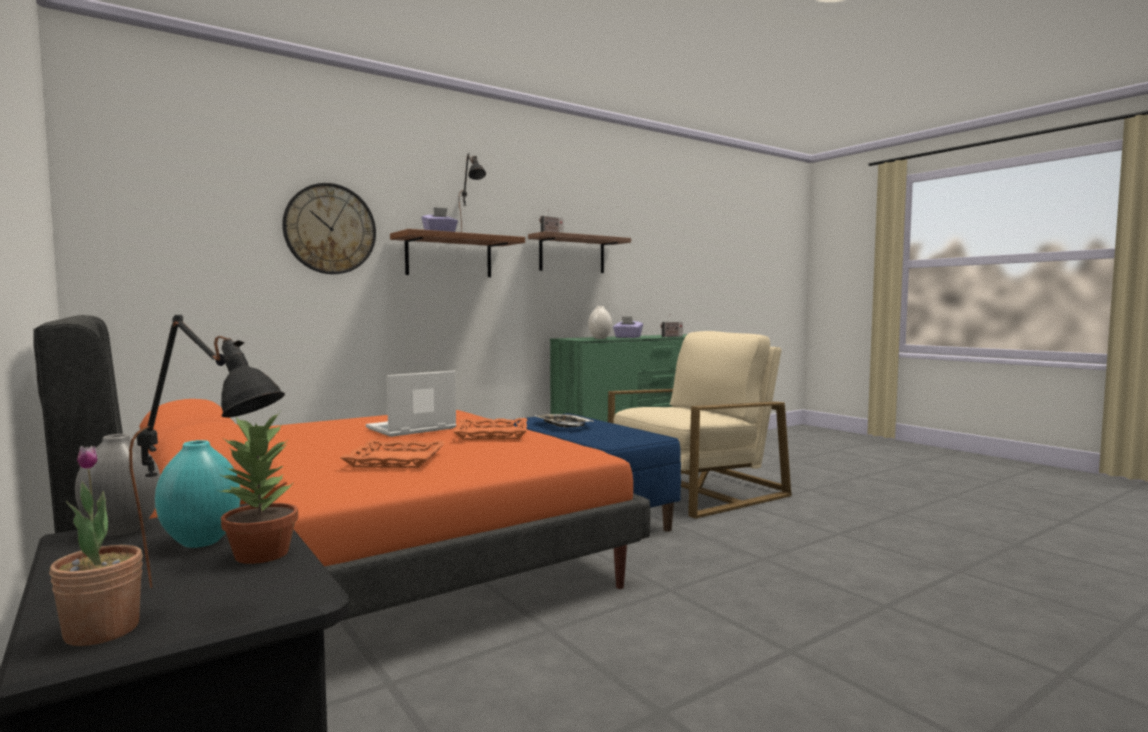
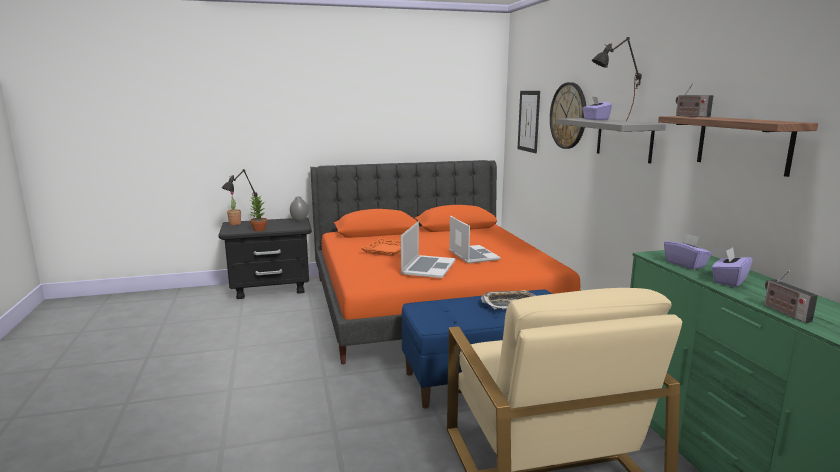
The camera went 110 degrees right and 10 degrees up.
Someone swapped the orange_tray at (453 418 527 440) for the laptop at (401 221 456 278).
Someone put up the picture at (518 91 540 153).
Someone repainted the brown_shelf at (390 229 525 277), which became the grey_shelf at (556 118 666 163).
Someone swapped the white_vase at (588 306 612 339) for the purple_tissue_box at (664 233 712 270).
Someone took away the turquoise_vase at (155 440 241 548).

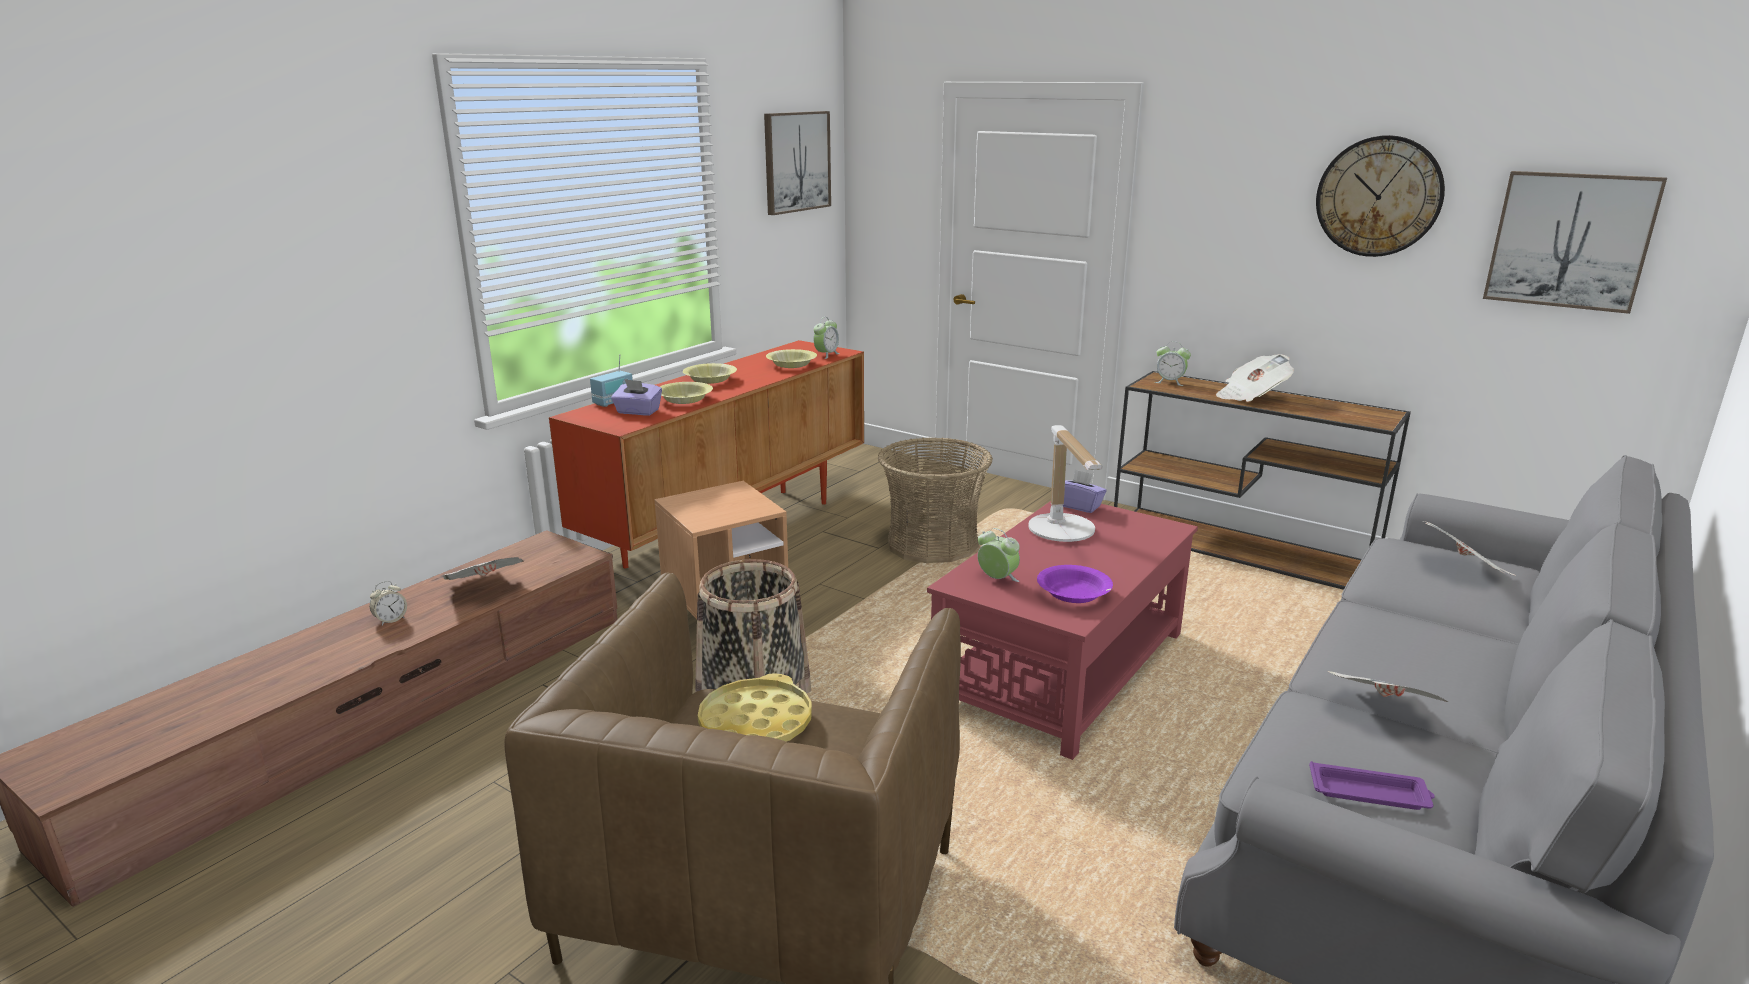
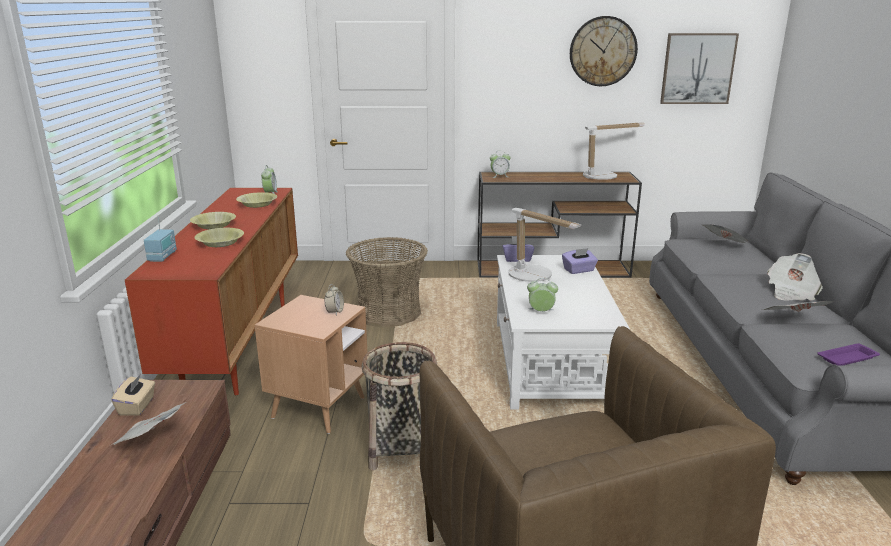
The camera went 35 degrees left and 0 degrees up.
Someone put down the beige_tissue_box at (111 375 155 416).
Someone carried the alarm_clock from (370 581 407 625) to (325 284 344 316).
Someone repainted the red_coffee_table at (927 501 1198 760), which became the white_coffee_table at (497 255 630 409).
Someone carried the purple_tissue_box from (611 379 662 416) to (562 248 598 274).
Someone put down the table_lamp at (583 122 645 180).
Someone carried the newspaper from (1216 354 1294 402) to (767 253 823 301).
Someone took away the yellow_tray at (698 673 812 742).
Someone took away the picture at (764 111 831 215).
Someone took away the purple_bowl at (1037 565 1113 603).

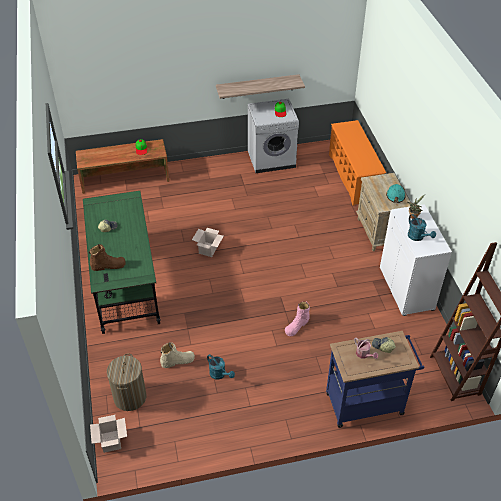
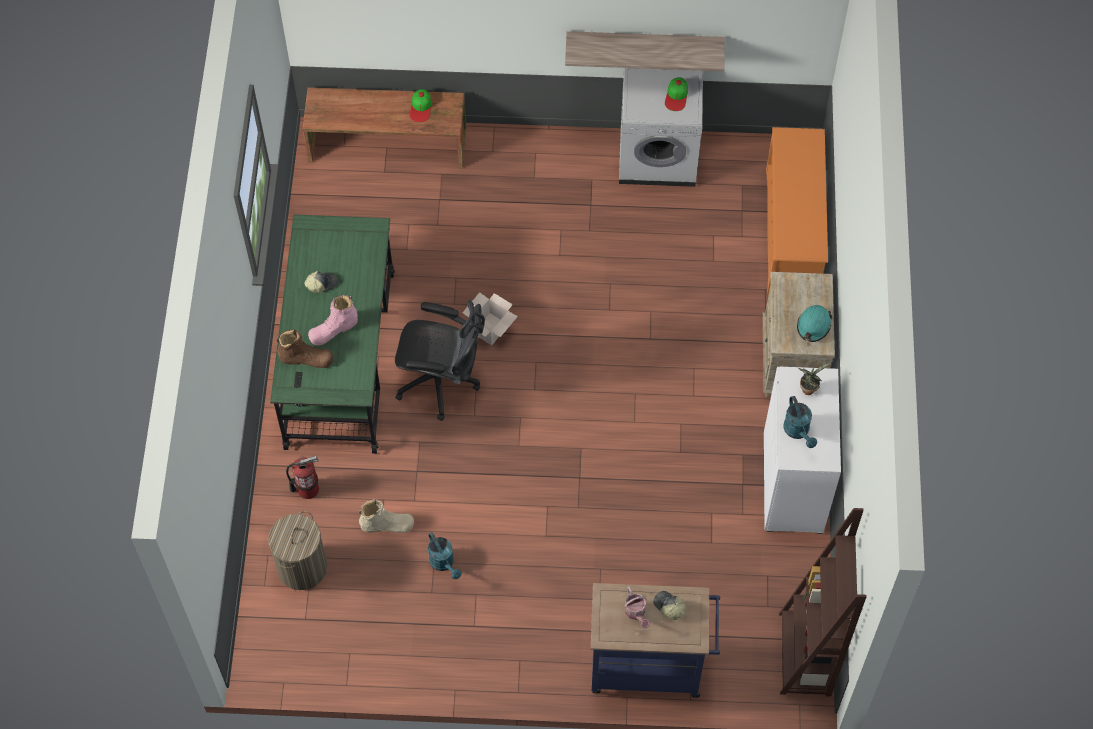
The camera went 15 degrees right and 15 degrees up.
Someone put down the fire_extinguisher at (286 456 319 499).
Someone carried the pink_boot from (285 301 310 336) to (308 295 358 346).
Someone put down the office_chair at (395 300 485 421).
Someone took away the cardboard_box at (90 415 127 453).

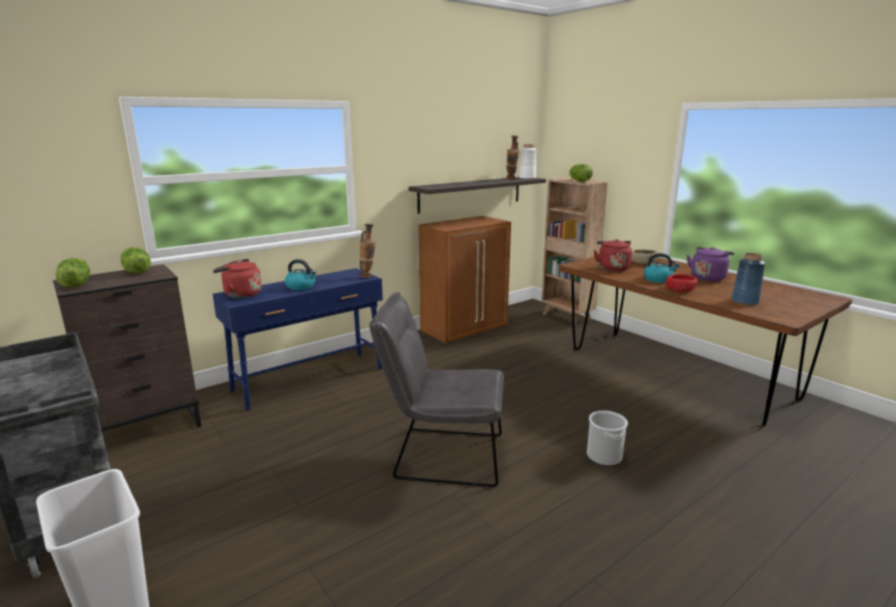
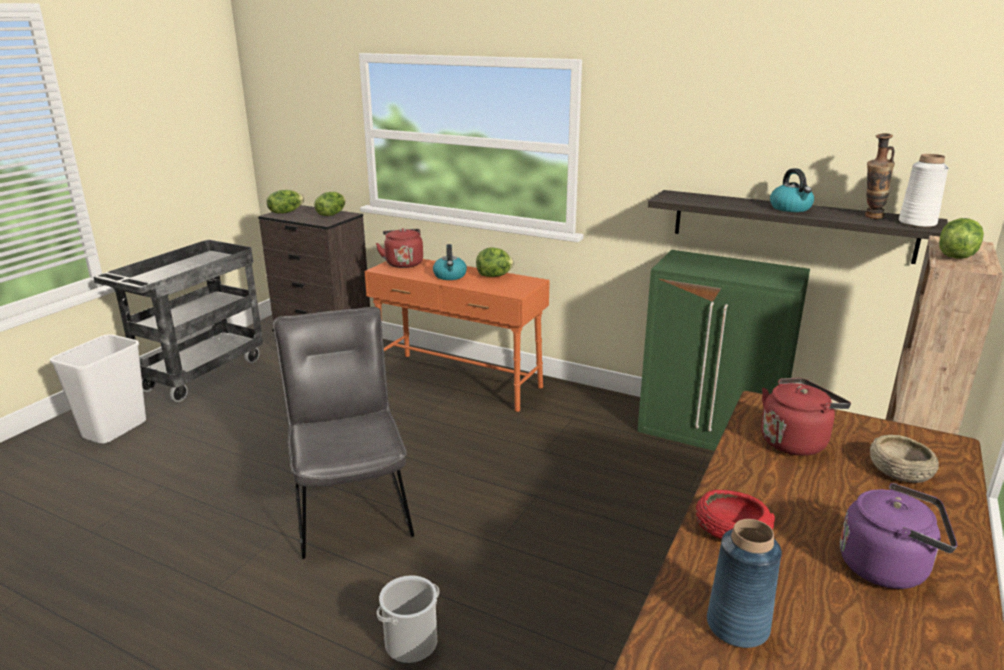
The camera went 65 degrees right and 5 degrees up.
Someone repainted the blue_console_table at (213 268 383 410), which became the orange_console_table at (364 259 550 412).
Someone put down the lettuce at (476 247 514 277).
Someone repainted the brown_cabinet at (418 216 511 343), which became the green_cabinet at (637 250 810 451).
Someone carried the kettle from (644 253 680 283) to (770 168 814 212).
Someone took away the vase at (360 224 376 278).

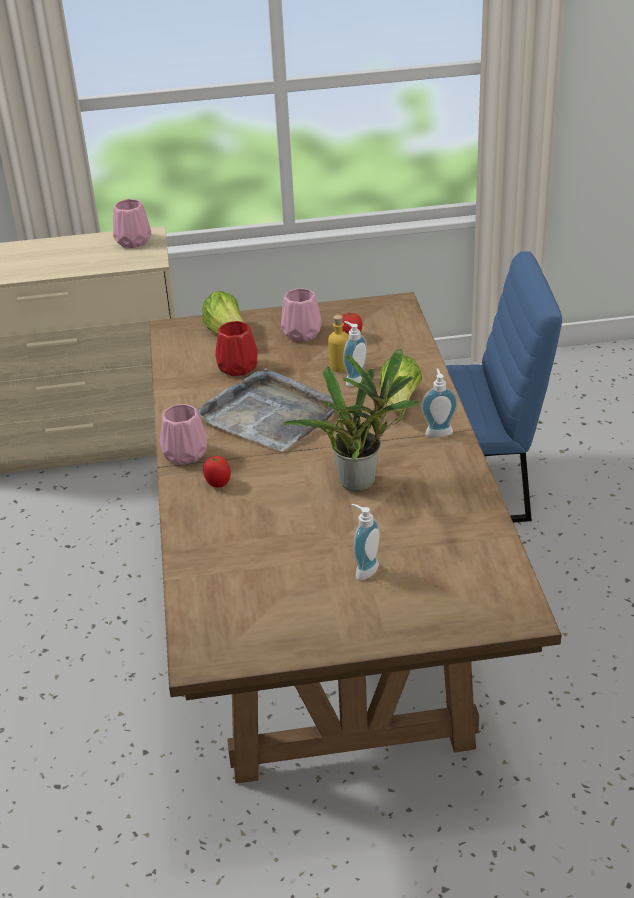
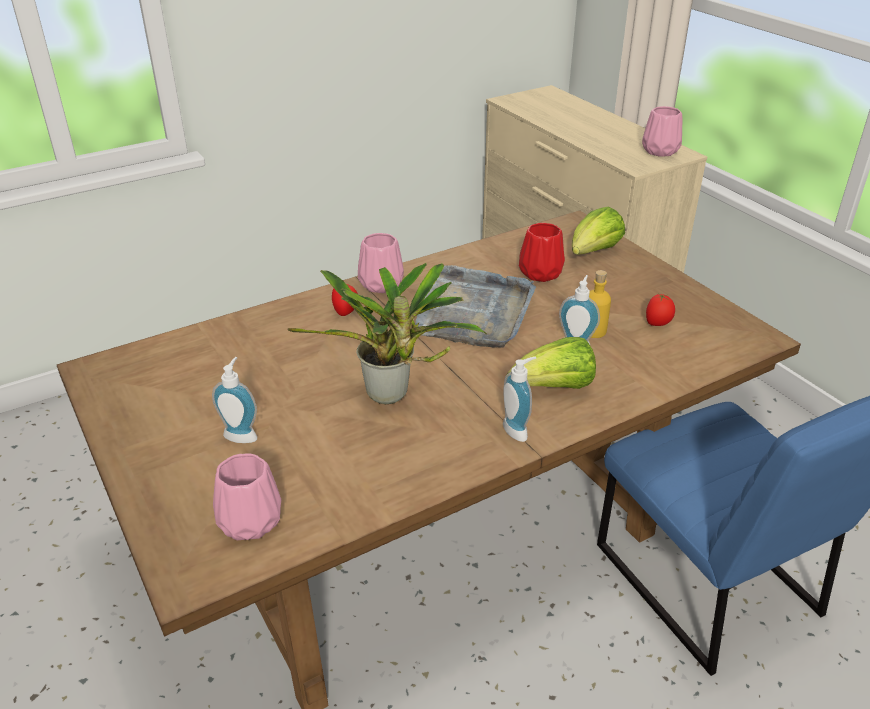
The camera went 65 degrees right and 0 degrees up.
Someone carried the pink_vase from (281 288 322 341) to (213 453 281 540).

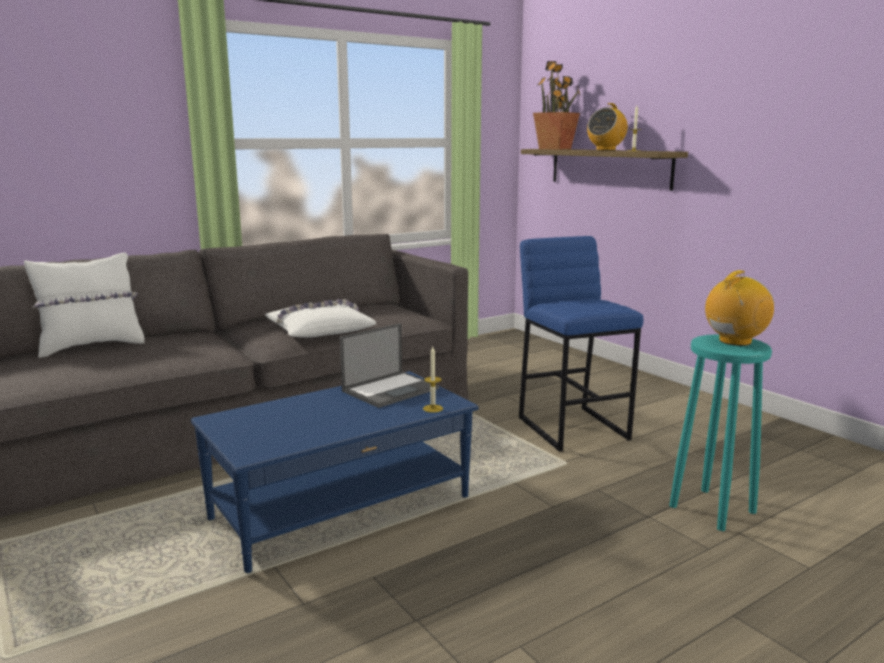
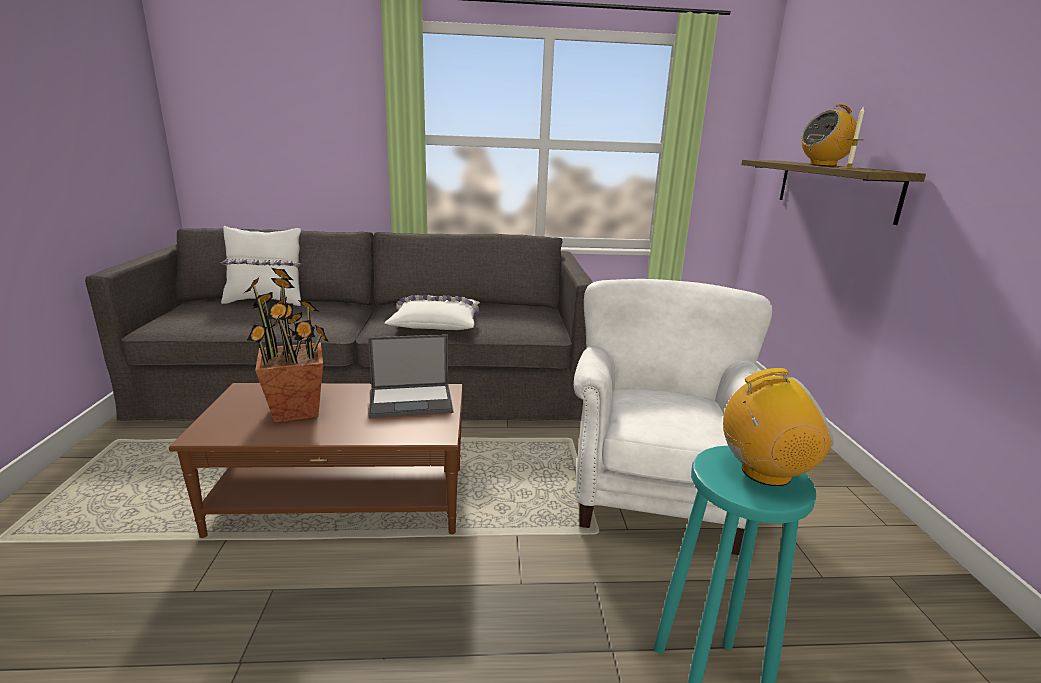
The camera went 30 degrees right and 5 degrees up.
Someone repainted the blue_coffee_table at (191 371 478 573), which became the brown_coffee_table at (169 383 463 538).
Someone carried the potted_plant from (533 61 580 149) to (244 268 329 423).
Someone swapped the blue_stool at (519 236 643 452) for the white_armchair at (574 279 773 555).
Someone took away the candle at (423 347 443 413).

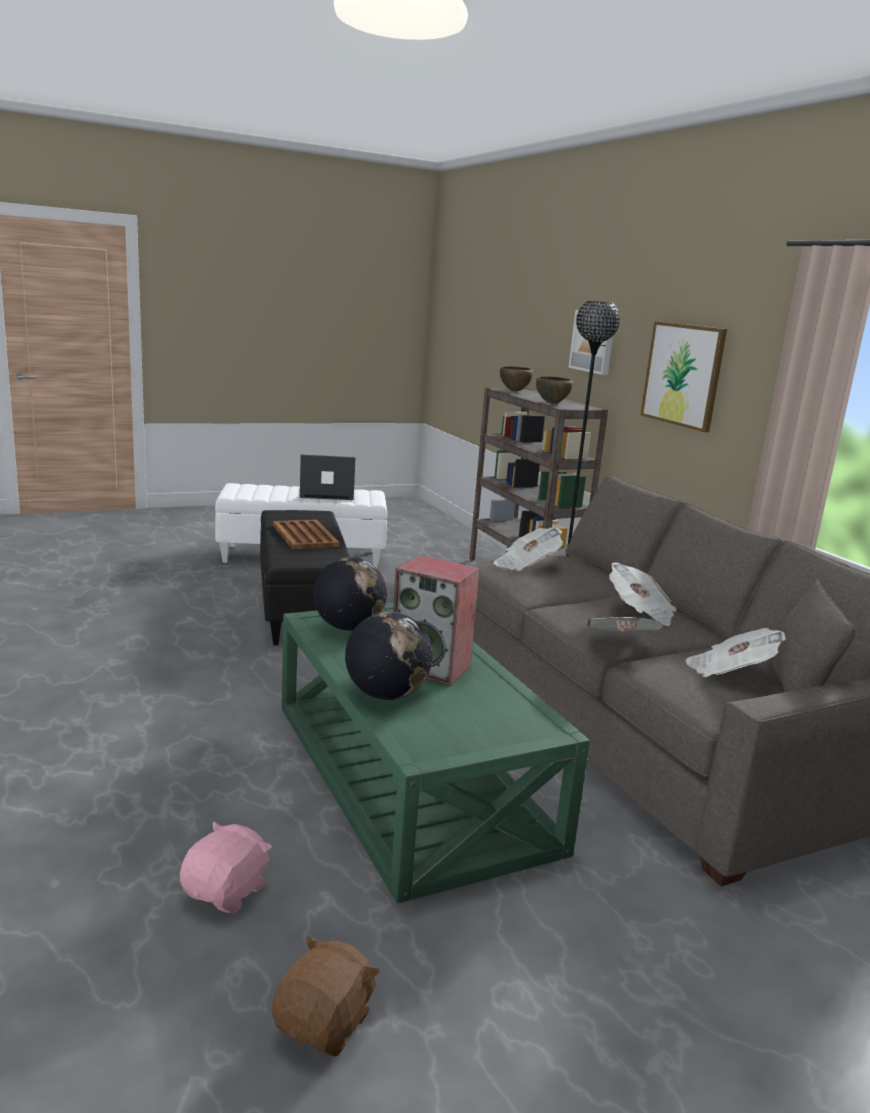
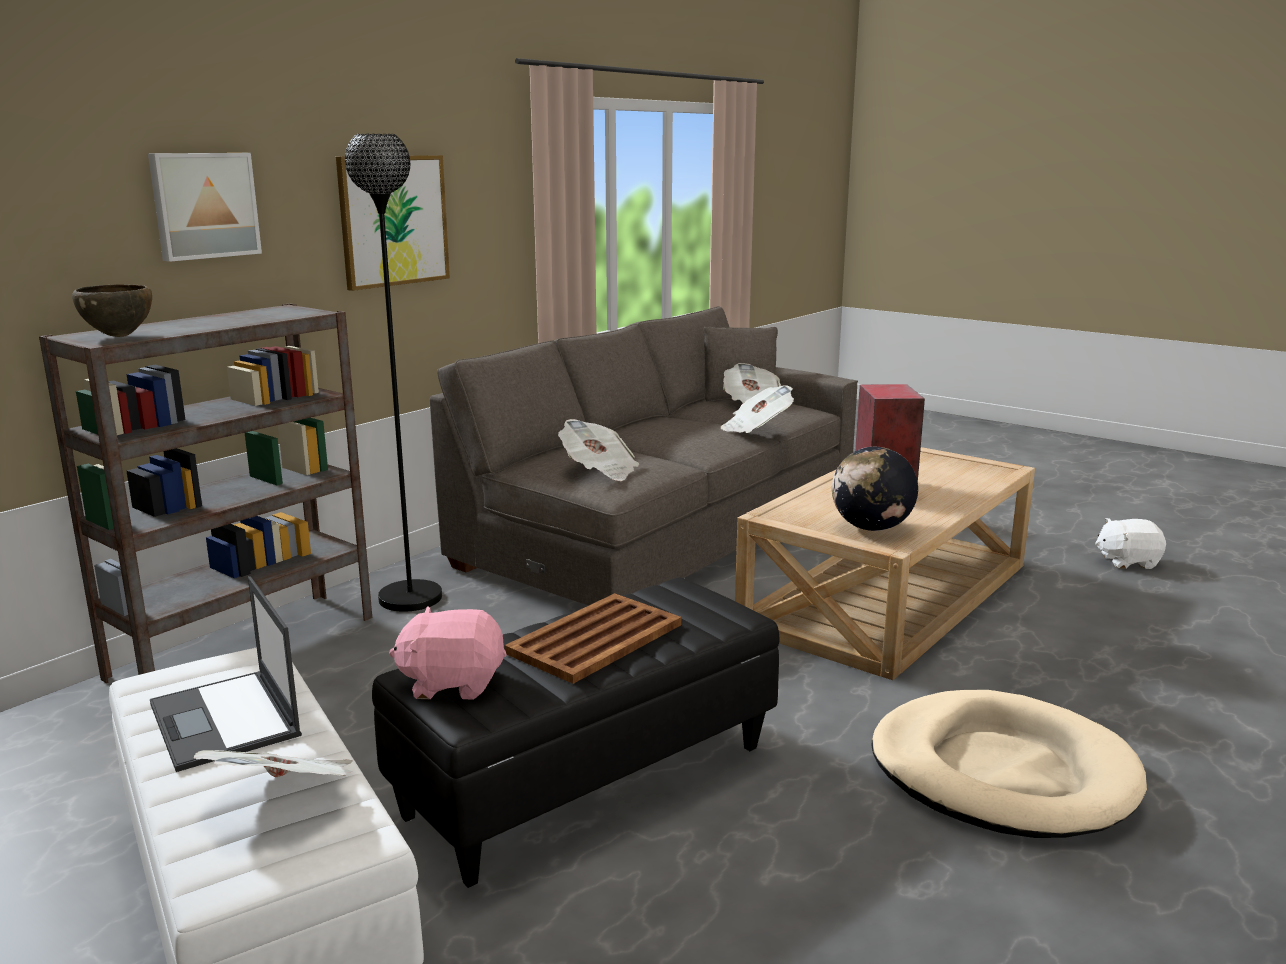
The camera went 115 degrees left and 0 degrees up.
Someone carried the newspaper from (609 562 676 626) to (194 750 352 777).
Someone carried the pink_plush_toy from (180 822 272 914) to (389 606 507 700).
Someone repainted the green_coffee_table at (282 603 590 903), which became the beige_coffee_table at (735 447 1035 680).
Someone put down the beige_dog_bed at (872 690 1147 838).
Someone repainted the brown_plush_toy at (272 936 380 1056), which became the white_plush_toy at (1095 518 1166 569).
Someone took away the globe at (345 612 433 700).
Someone took away the brown_bowl at (536 377 573 404).

